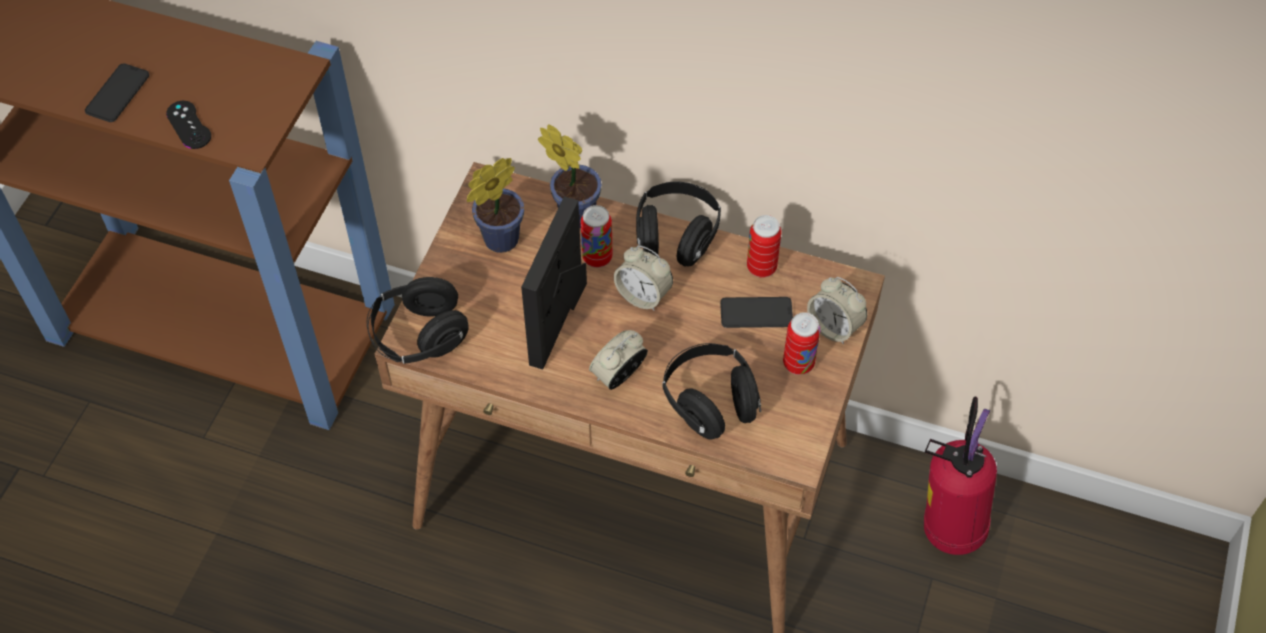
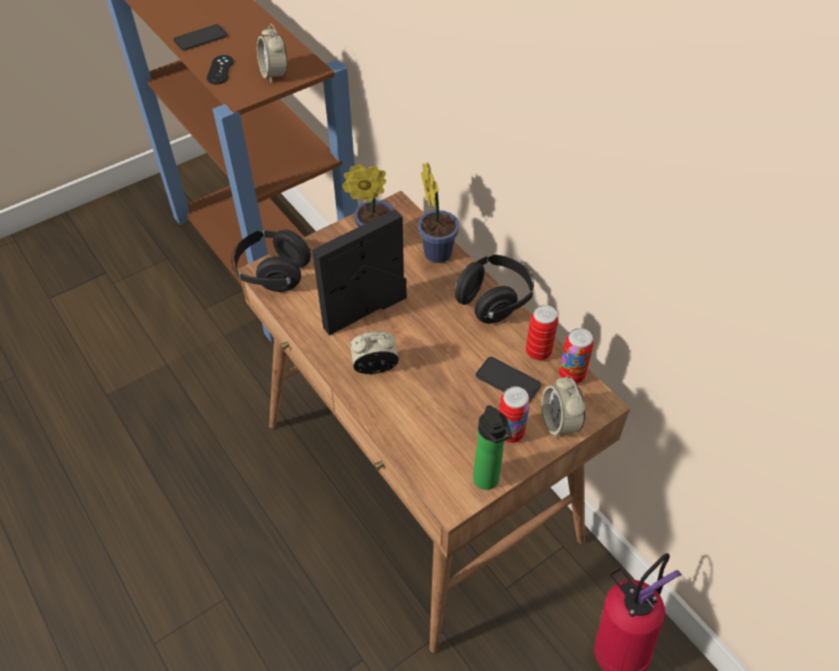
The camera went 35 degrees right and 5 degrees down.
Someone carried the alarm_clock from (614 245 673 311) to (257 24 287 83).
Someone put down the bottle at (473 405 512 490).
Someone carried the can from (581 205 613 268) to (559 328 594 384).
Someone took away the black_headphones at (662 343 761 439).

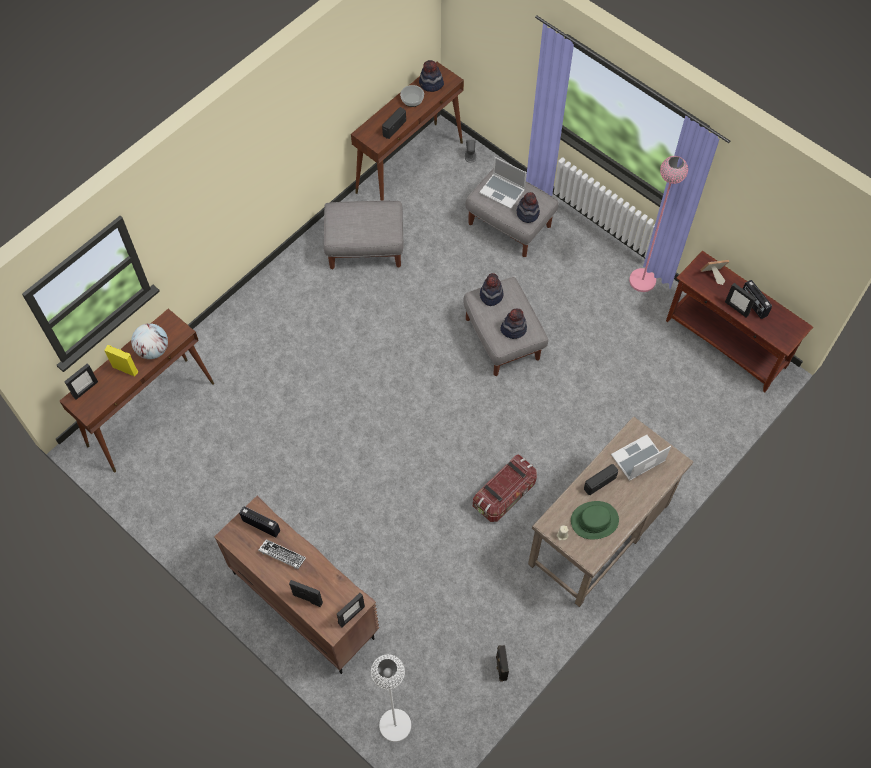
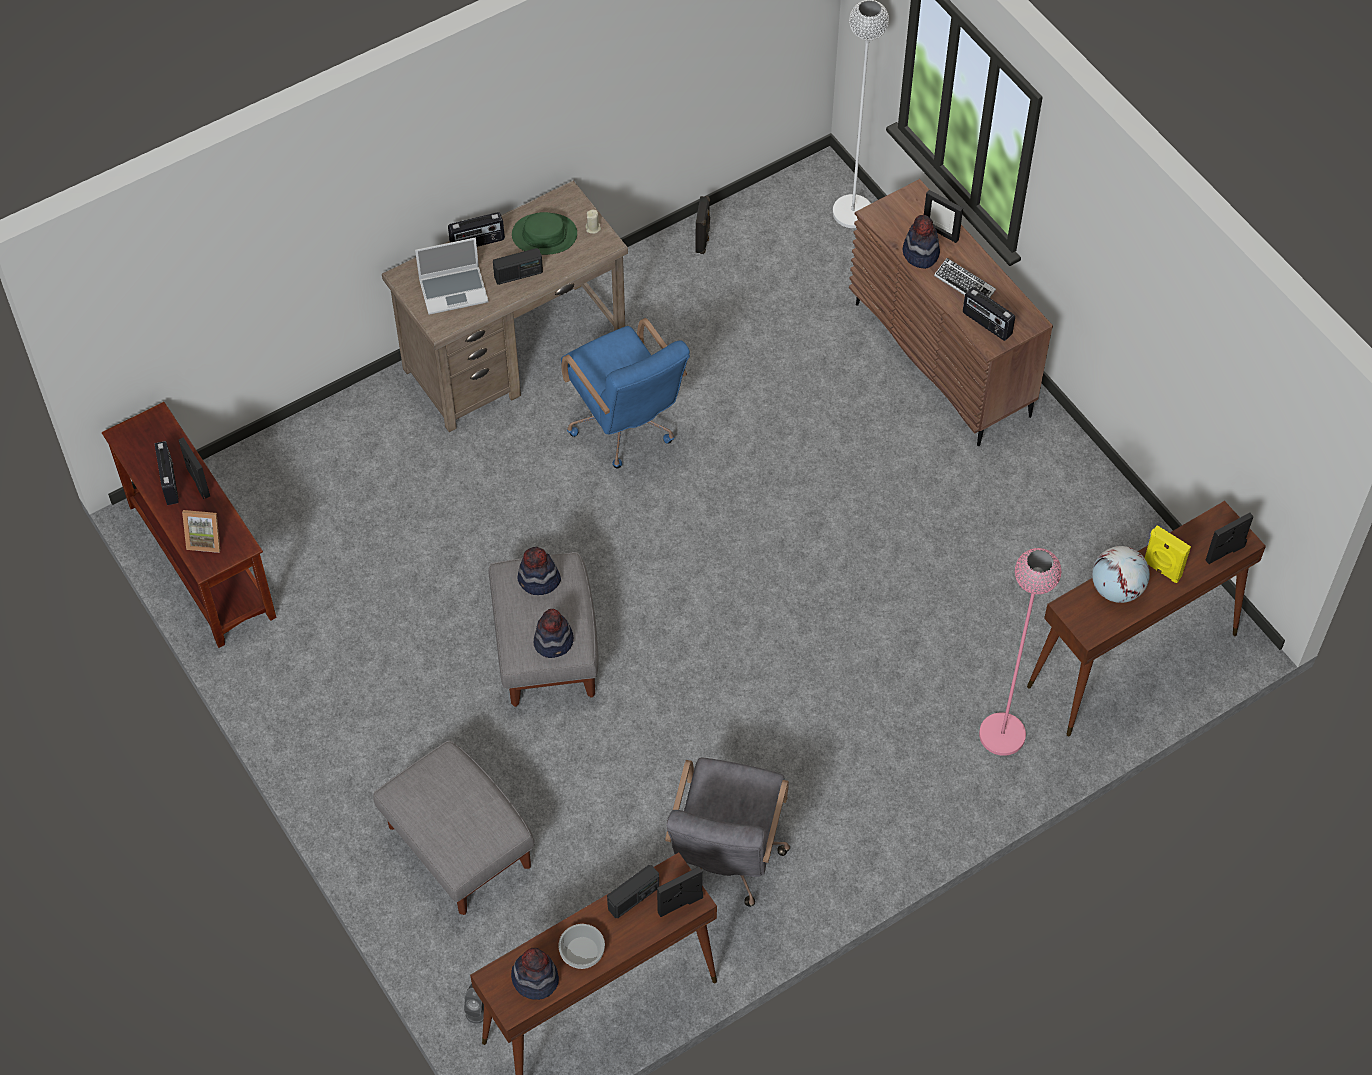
The camera went 165 degrees left and 5 degrees down.
Someone put down the radio at (448 212 505 247).
Someone swapped the storage_box at (473 454 537 522) for the blue_office_chair at (561 318 690 468).
Someone carried the picture_frame from (337 593 365 627) to (657 867 703 917).
Someone swapped the grey_ottoman at (324 201 404 269) for the grey_office_chair at (665 758 790 907).
Someone carried the hat from (517 192 540 223) to (903 215 940 269).
Someone carried the pink_floor_lamp from (629 156 688 292) to (979 548 1061 756).
Someone took away the laptop at (479 157 527 209).

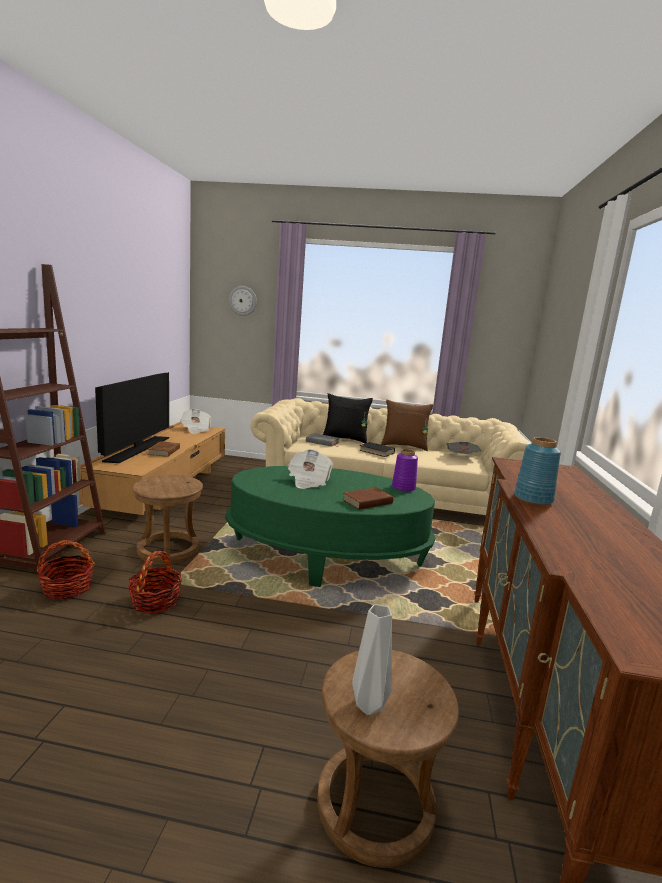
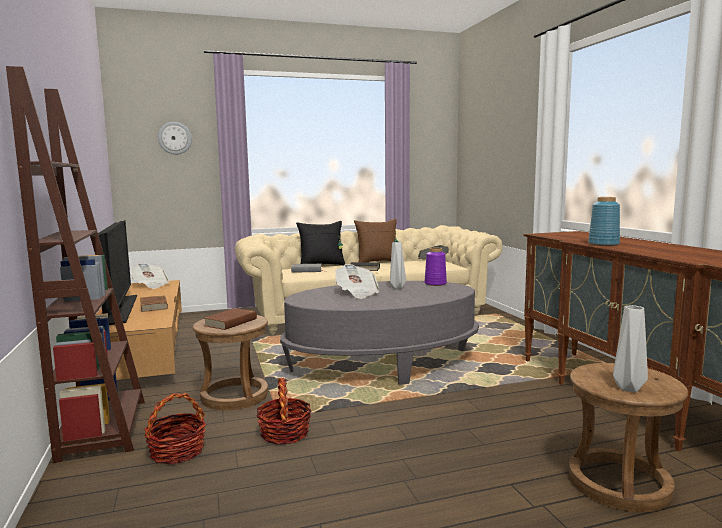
The camera went 25 degrees left and 5 degrees down.
Someone carried the brown_book from (343 487 394 510) to (204 308 257 330).
Someone repainted the green_coffee_table at (225 466 436 587), which became the grey_coffee_table at (280 281 479 385).
Someone put down the grey_vase at (390 242 406 289).

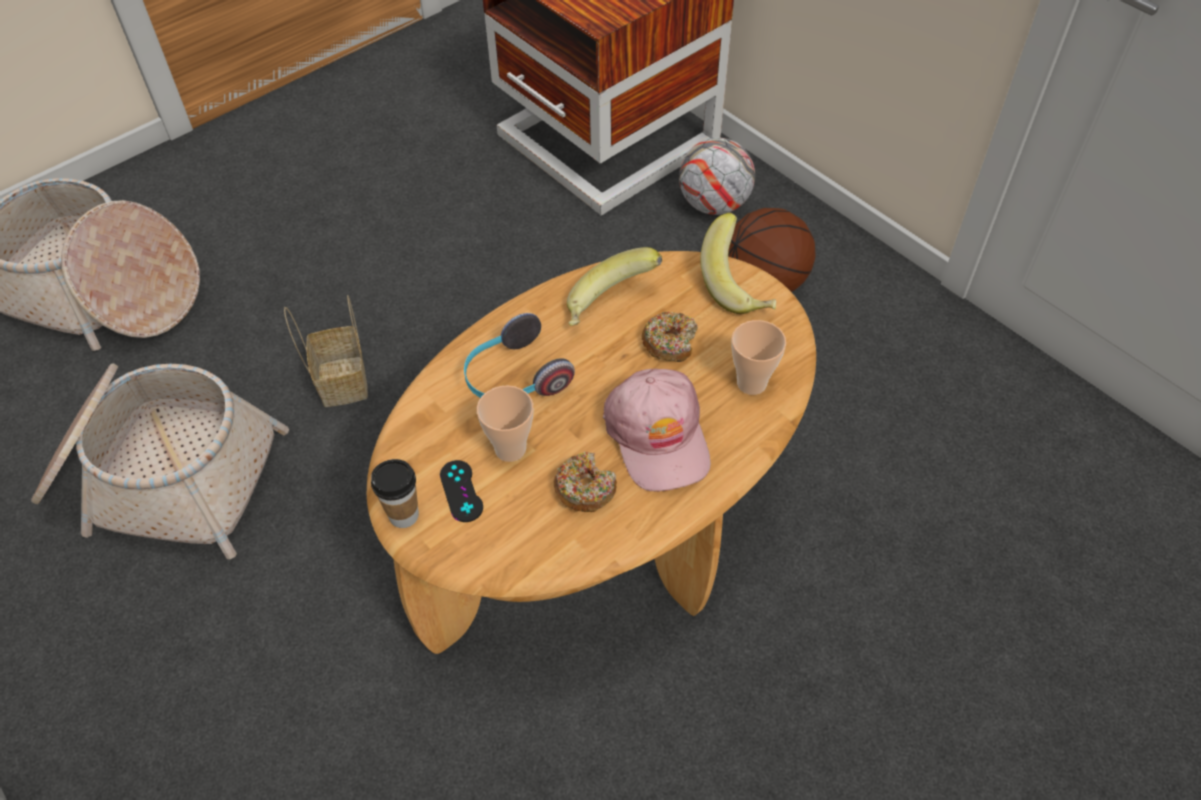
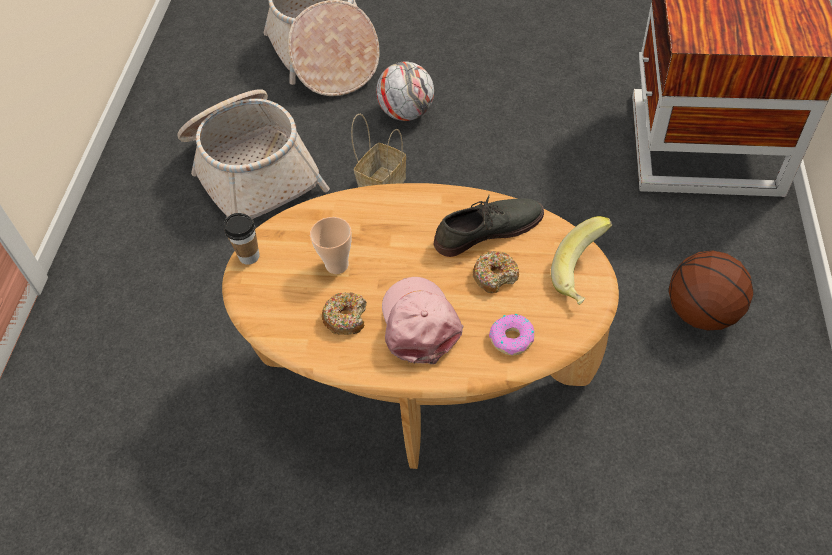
The camera went 50 degrees right and 0 degrees up.
Someone carried the football from (679 138 755 215) to (376 62 434 121).
Someone rotated the pink_cap at (603 369 711 492) by 135 degrees clockwise.
Someone swapped the banana at (567 247 662 326) for the grey_shoe at (434 194 544 257).
Someone swapped the cup at (731 320 786 395) for the donut at (489 314 535 355).
Someone took away the black_game_controller at (440 460 483 522).
Someone took away the headphones at (464 313 575 398).

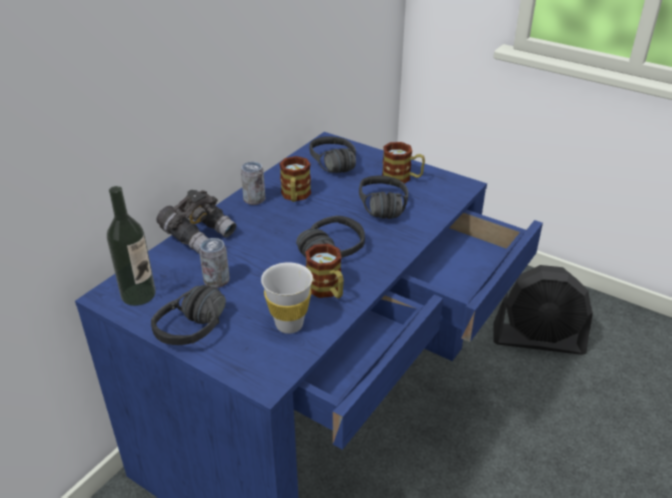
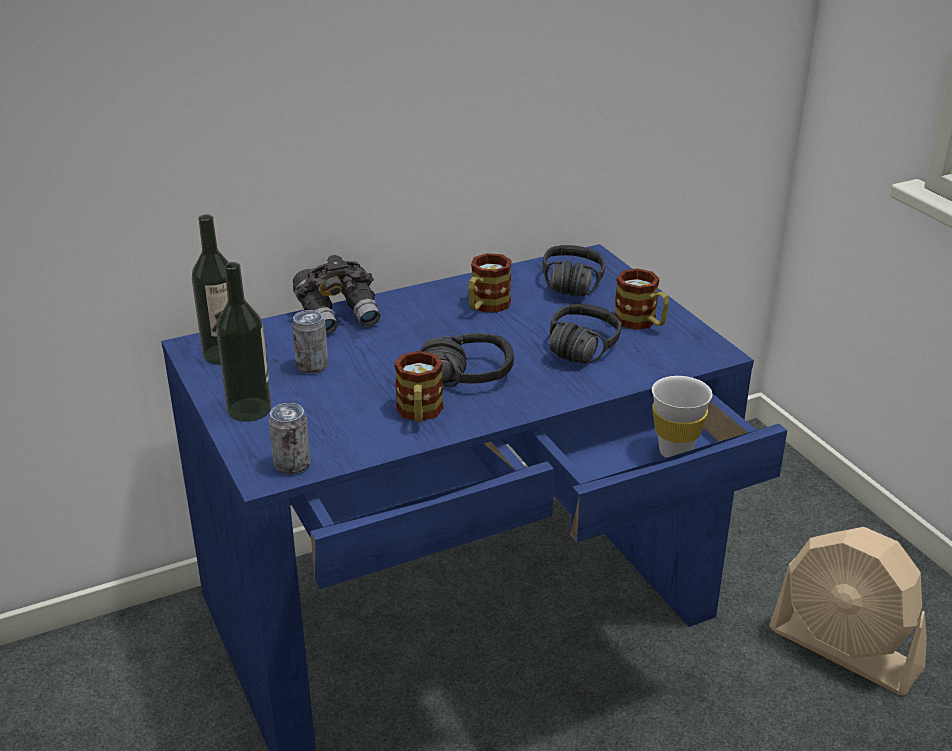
The camera went 30 degrees right and 5 degrees down.
Someone swapped the black_headphones at (151 285 226 345) for the bottle at (216 262 271 422).
Someone carried the can from (241 161 265 205) to (269 403 311 474).
Someone carried the white_cup from (261 262 313 334) to (652 376 713 458).
Someone repainted the black_fan at (494 265 593 355), which became the beige_fan at (769 527 927 695).

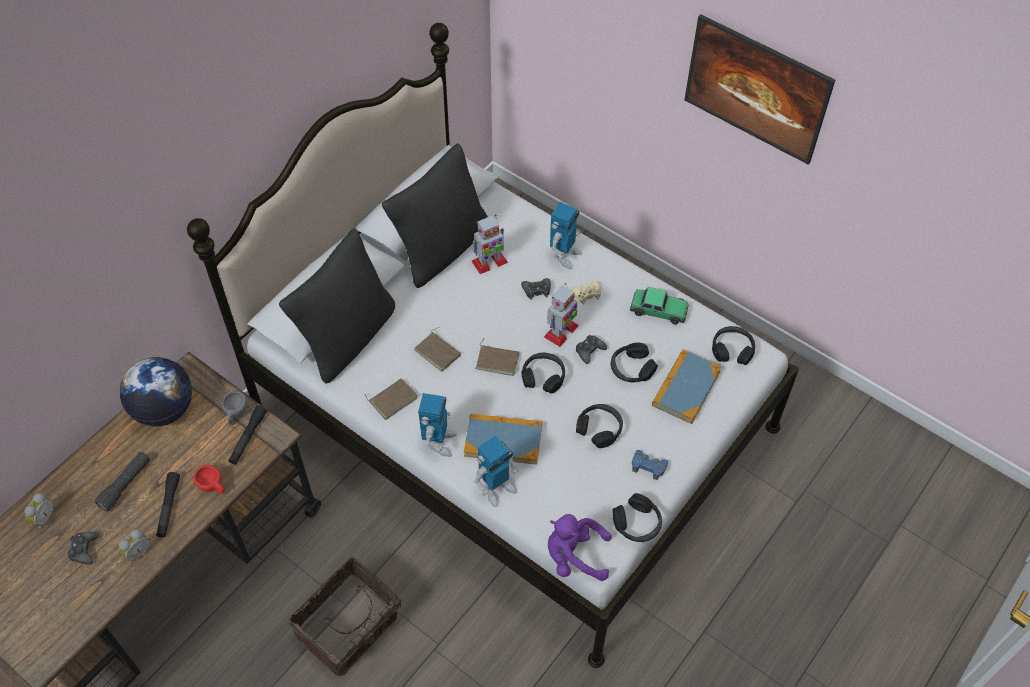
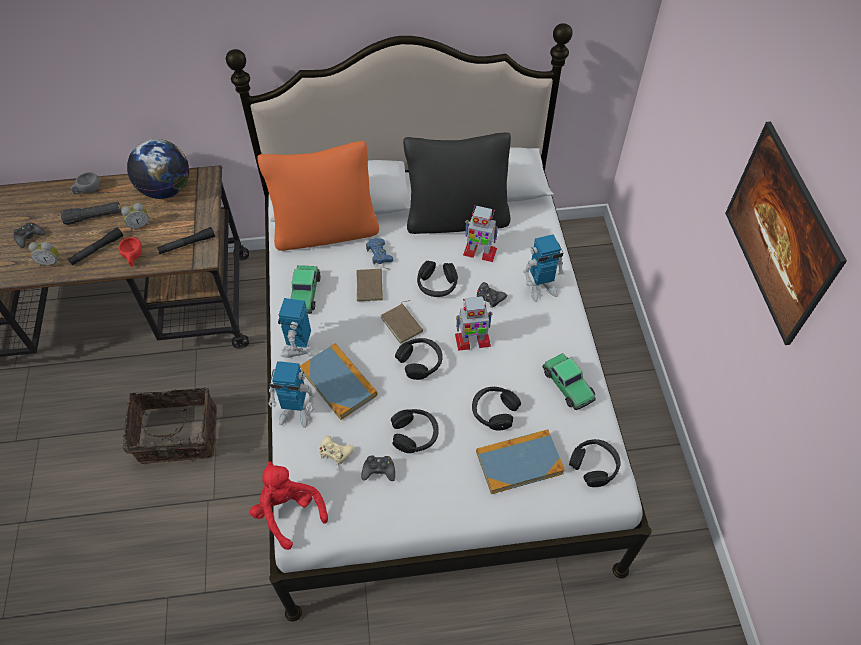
The camera went 45 degrees right and 0 degrees up.
Someone carried the grey_cup from (221 391 247 425) to (70 172 100 194).
Someone carried the alarm_clock from (25 493 55 530) to (121 203 150 231).
Someone repainted the purple_plush_toy at (548 514 612 581), which became the red_plush_toy at (250 461 328 550).
Someone repainted the black_pillow at (279 229 395 384), which became the orange_pillow at (257 141 379 251).
Someone rotated the toy_robot at (418 393 457 457) by 135 degrees clockwise.
Someone swapped the brown_book at (364 378 418 420) for the toy_car at (290 265 320 314).
Someone carried the beige_game_controller from (571 281 601 304) to (320 435 354 466).
Someone carried the black_game_controller from (576 335 607 364) to (361 456 395 481).
Someone carried the blue_game_controller from (632 450 668 480) to (366 238 393 265).
Someone carried the black_headphones from (613 493 662 542) to (417 261 458 297).

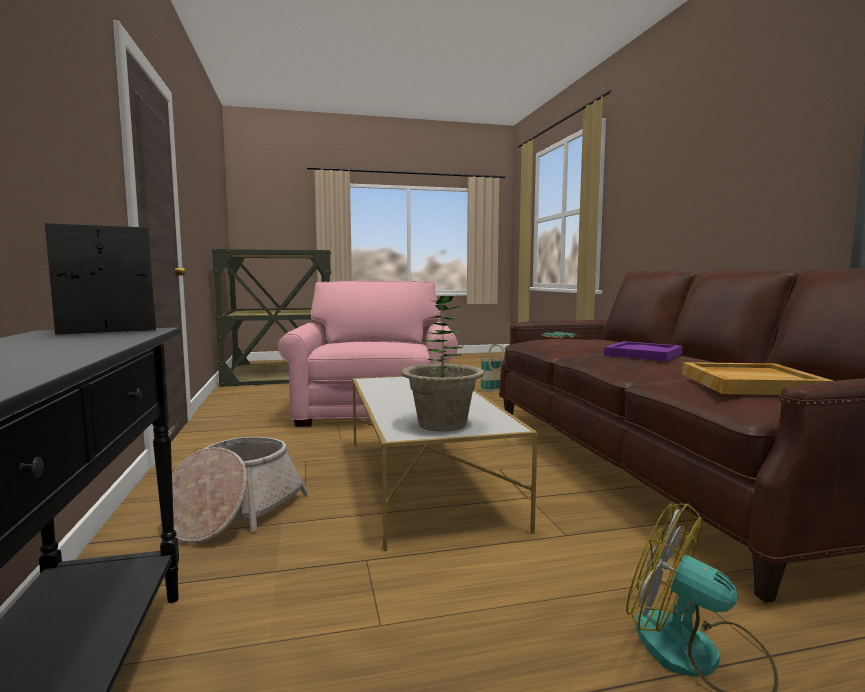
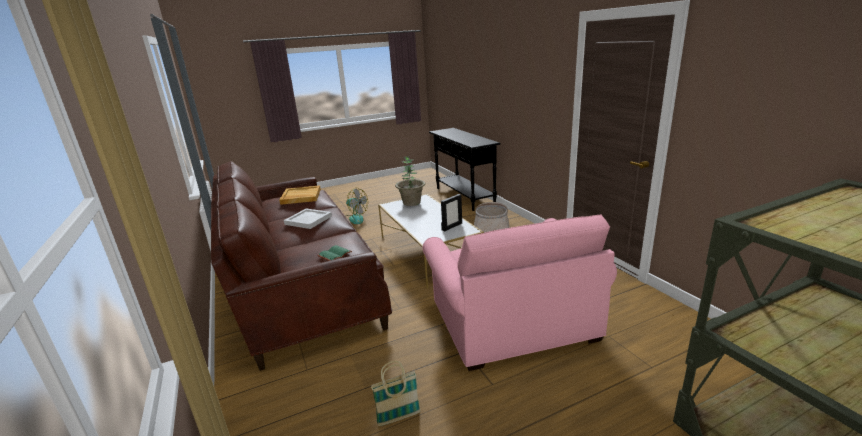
The camera went 170 degrees right and 15 degrees up.
Someone repainted the purple_tray at (604 341 682 361), which became the white_tray at (284 208 332 229).
Someone carried the picture_frame from (45 223 156 335) to (441 194 462 231).

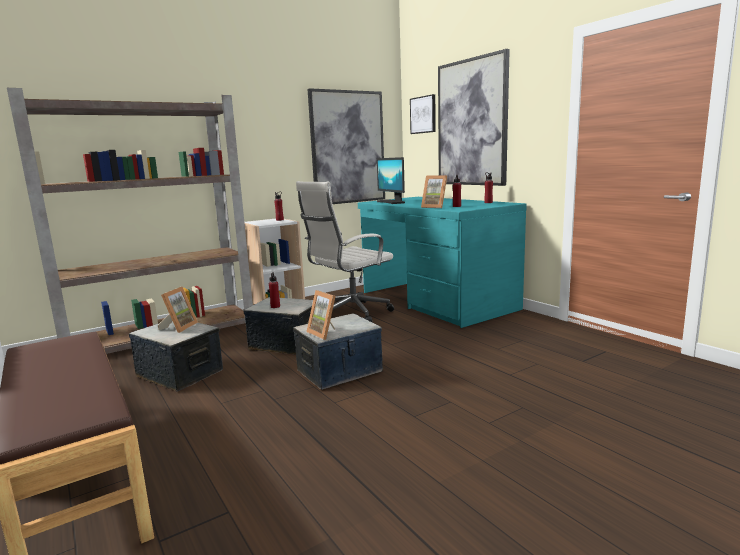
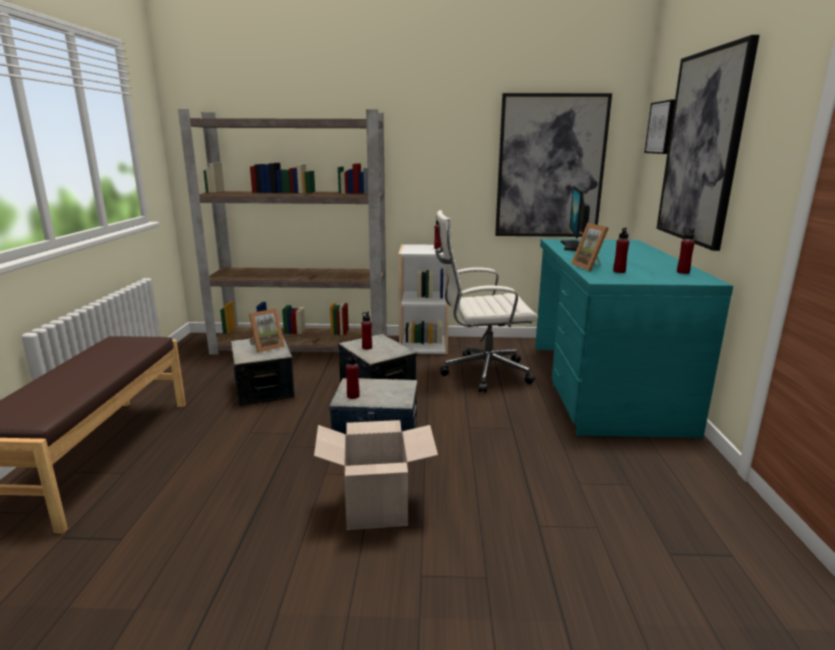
The camera went 35 degrees right and 5 degrees up.
Someone put down the cardboard_box at (314 420 438 530).
Someone swapped the picture_frame at (306 290 336 340) for the red_bottle at (346 352 360 399).

